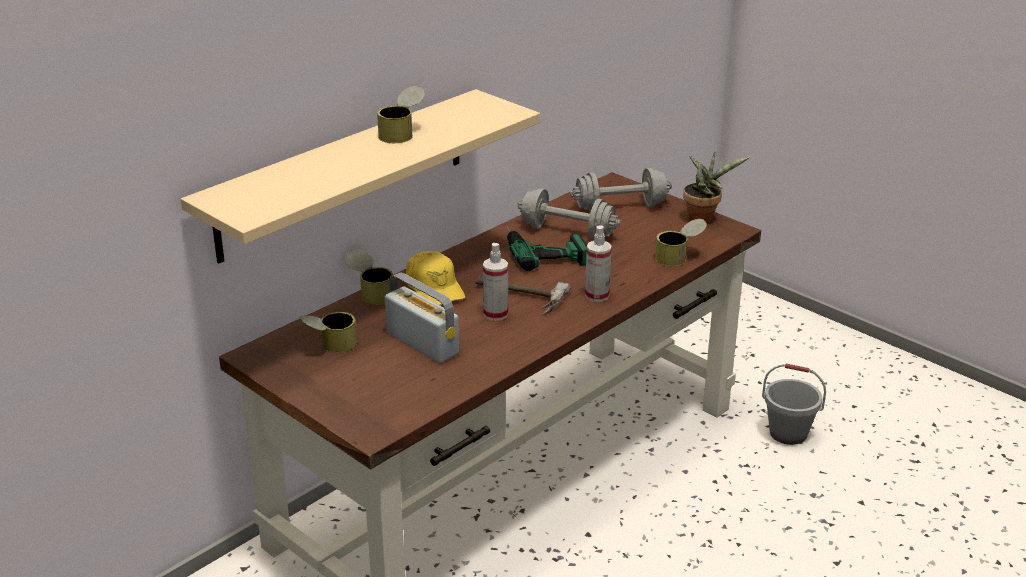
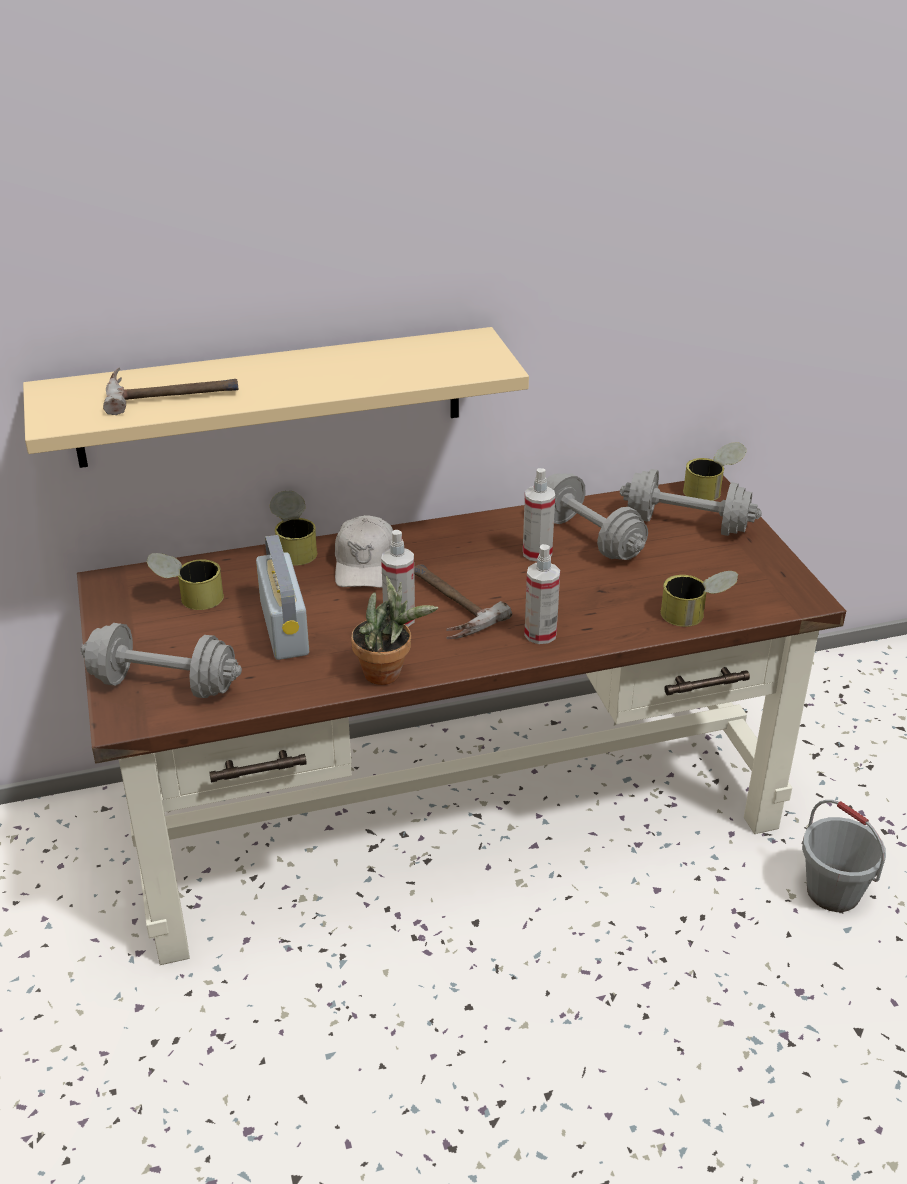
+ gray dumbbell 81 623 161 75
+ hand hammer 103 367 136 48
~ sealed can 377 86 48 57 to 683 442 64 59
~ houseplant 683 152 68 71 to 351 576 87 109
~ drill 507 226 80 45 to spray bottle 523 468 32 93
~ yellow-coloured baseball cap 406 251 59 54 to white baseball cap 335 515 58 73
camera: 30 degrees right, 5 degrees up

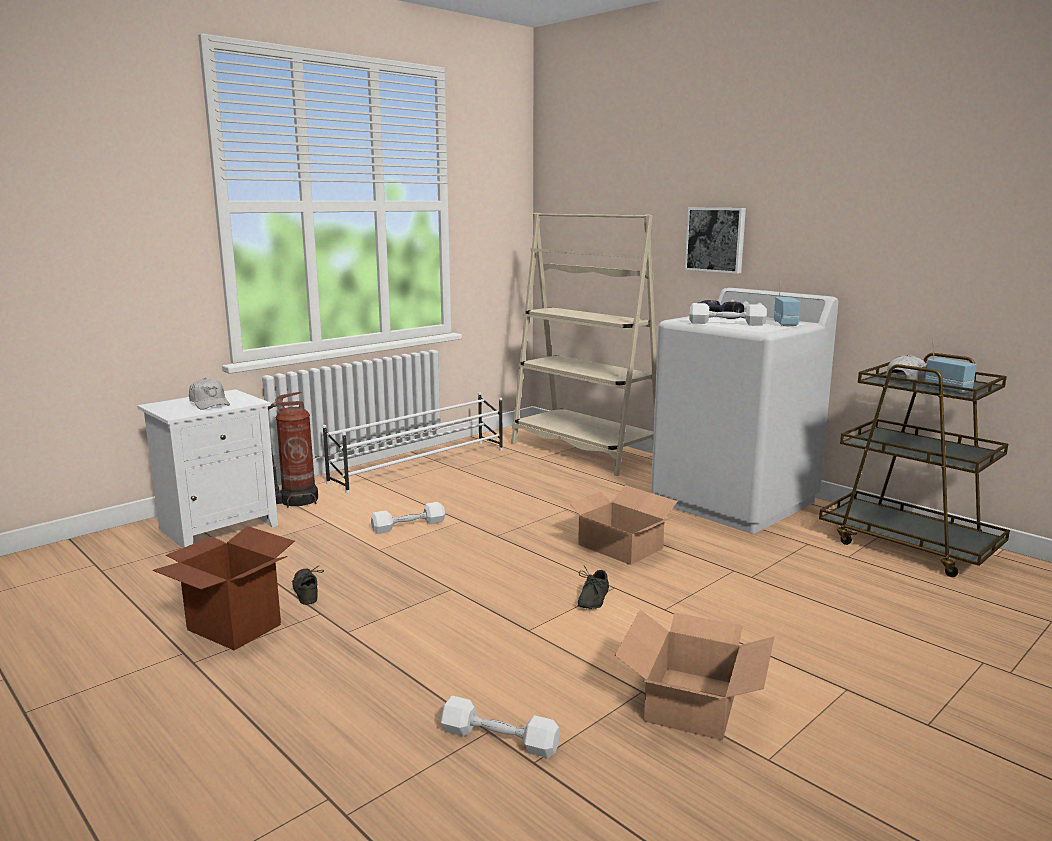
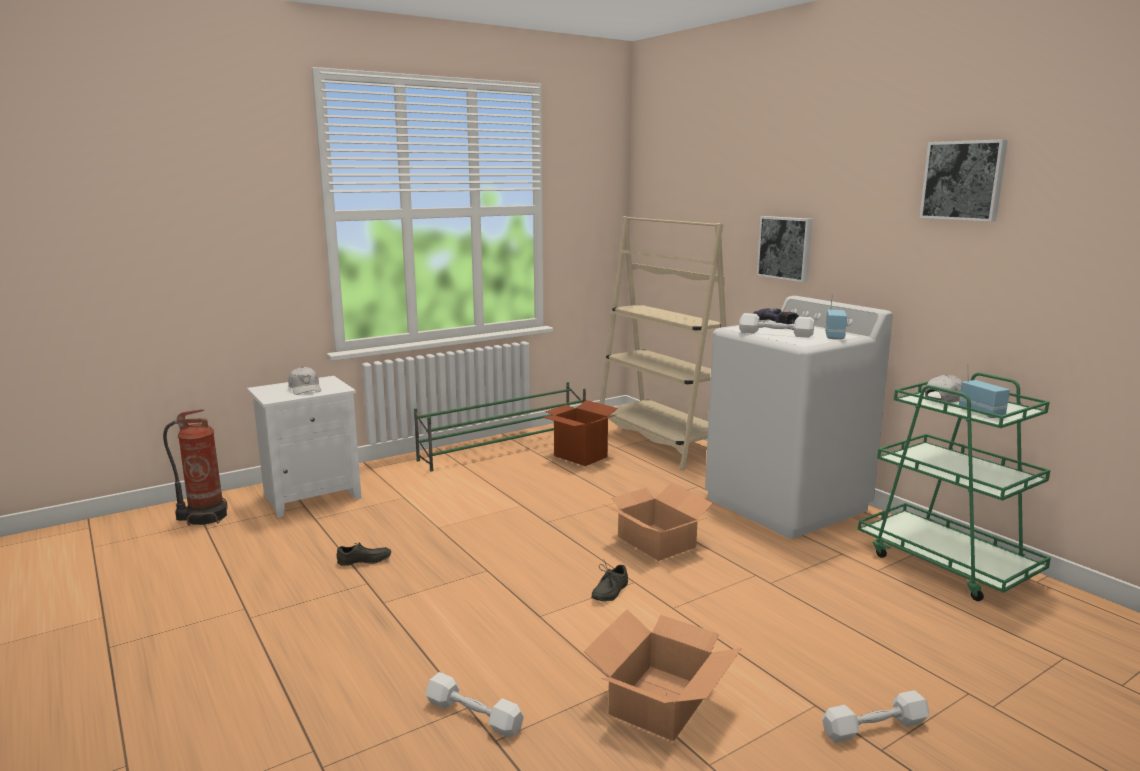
+ wall art 919 139 89 83
~ cardboard box 152 526 143 124 to 543 400 75 66
~ fire extinguisher 268 392 50 115 to 163 409 65 117
~ white dumbbell 371 502 74 32 to 822 690 108 53
~ white shoe shelf 323 392 180 102 to green shoe shelf 414 382 172 90
~ brown trolley 819 353 191 224 to green trolley 858 372 193 229
~ gray shoe 292 565 32 40 = 337 543 54 23 90 degrees clockwise
camera: 10 degrees right, 0 degrees up

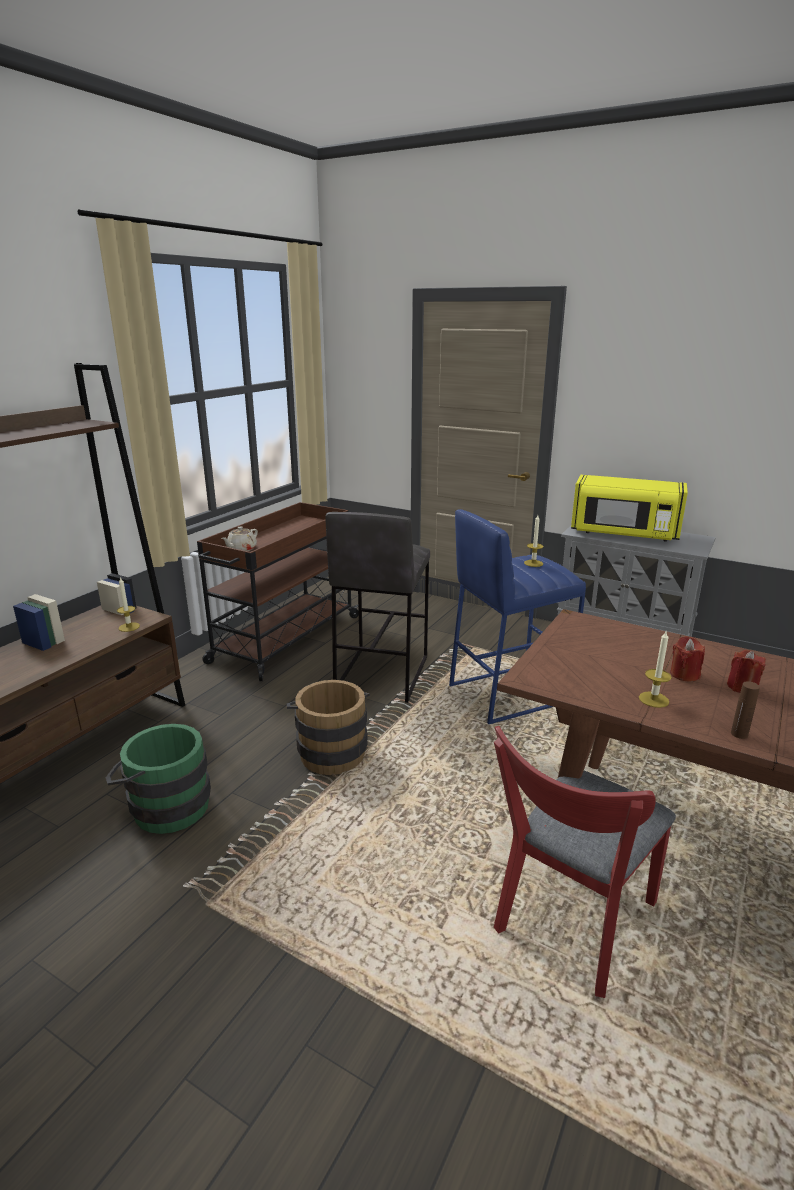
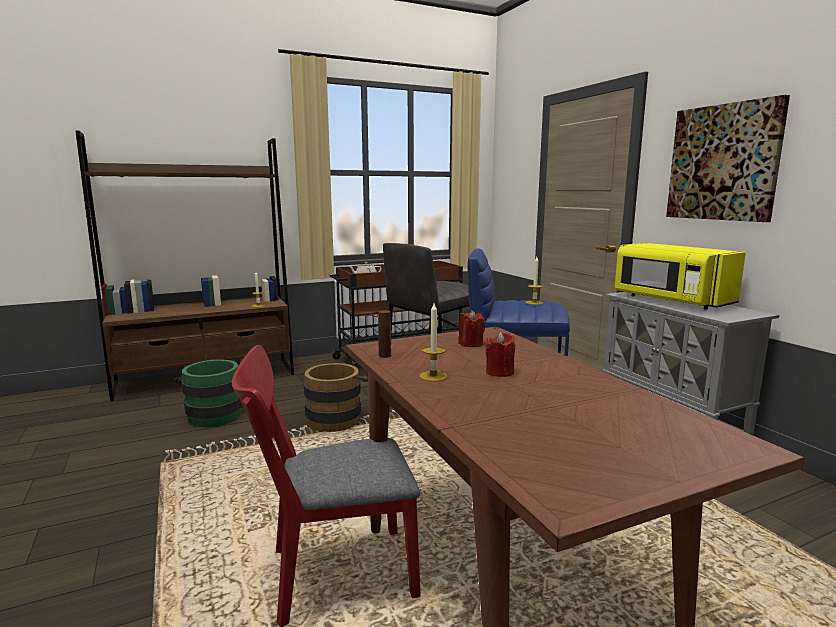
+ wall art 666 95 124 127
~ reddish wax light 727 650 39 43 to 458 310 28 37
~ brown beverage bottle 731 681 29 58 to 378 310 13 48
camera: 35 degrees right, 10 degrees down

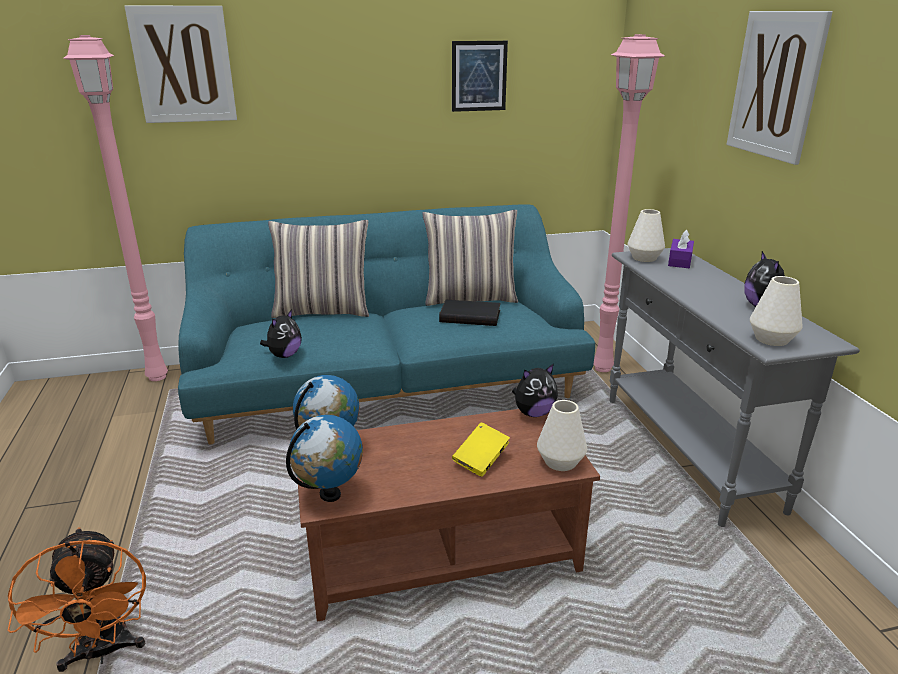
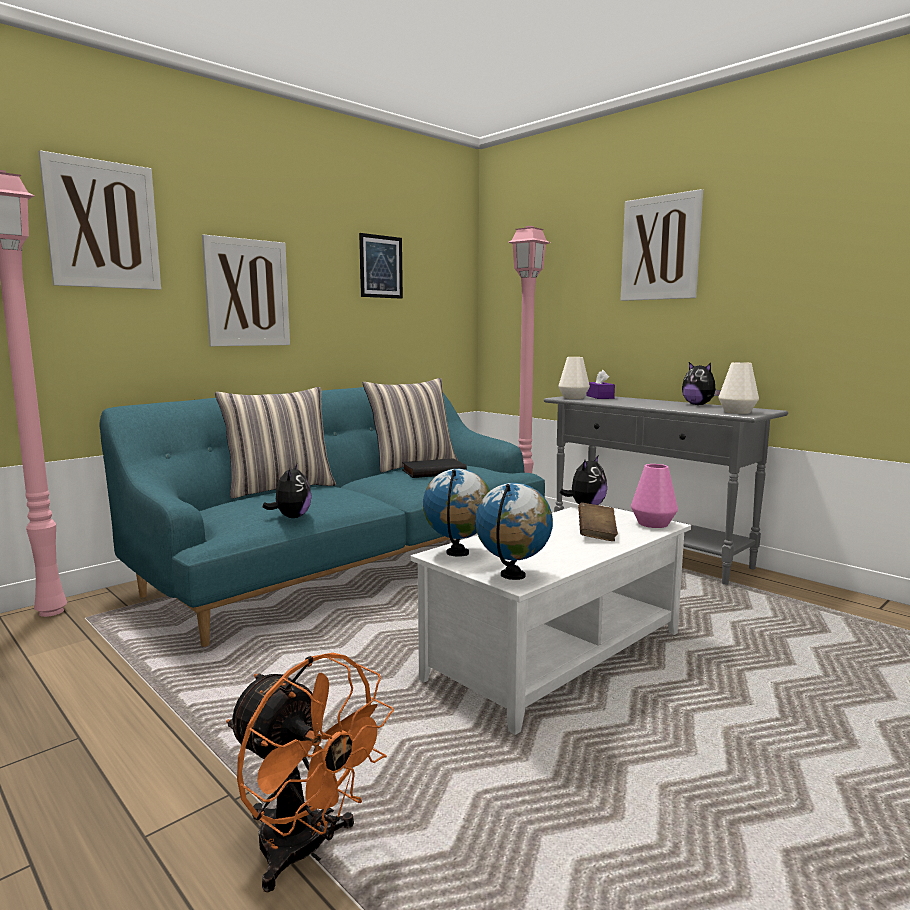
+ wall art 202 234 88 112
~ brown coffee table 297 409 303 213 to white coffee table 411 505 280 230
~ yellow-coloured book 452 422 58 55 to brown book 578 503 40 38
~ white vase 537 400 50 71 to pink vase 631 464 47 64
camera: 30 degrees left, 15 degrees down

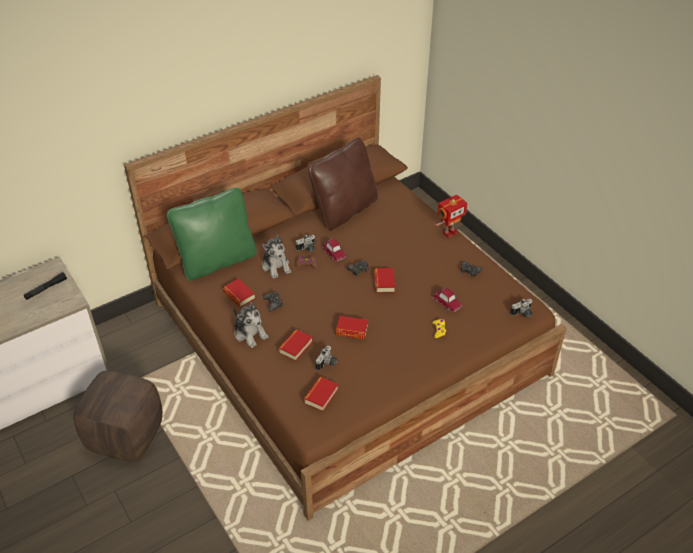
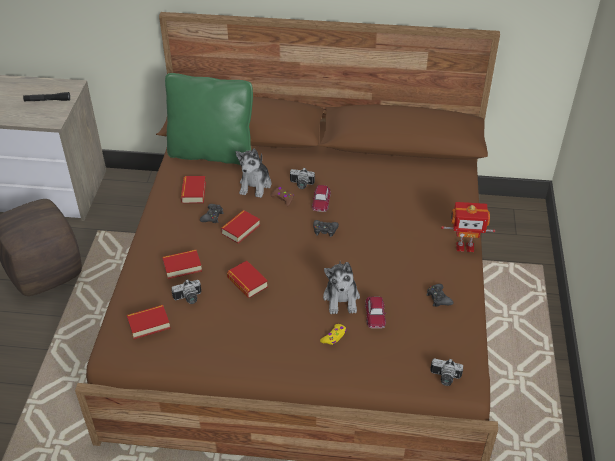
- brown throw pillow 308 138 70 93
~ plush toy 233 302 35 46 to 323 261 37 53
~ book 374 268 21 25 to 221 210 39 34
camera: 40 degrees right, 0 degrees up

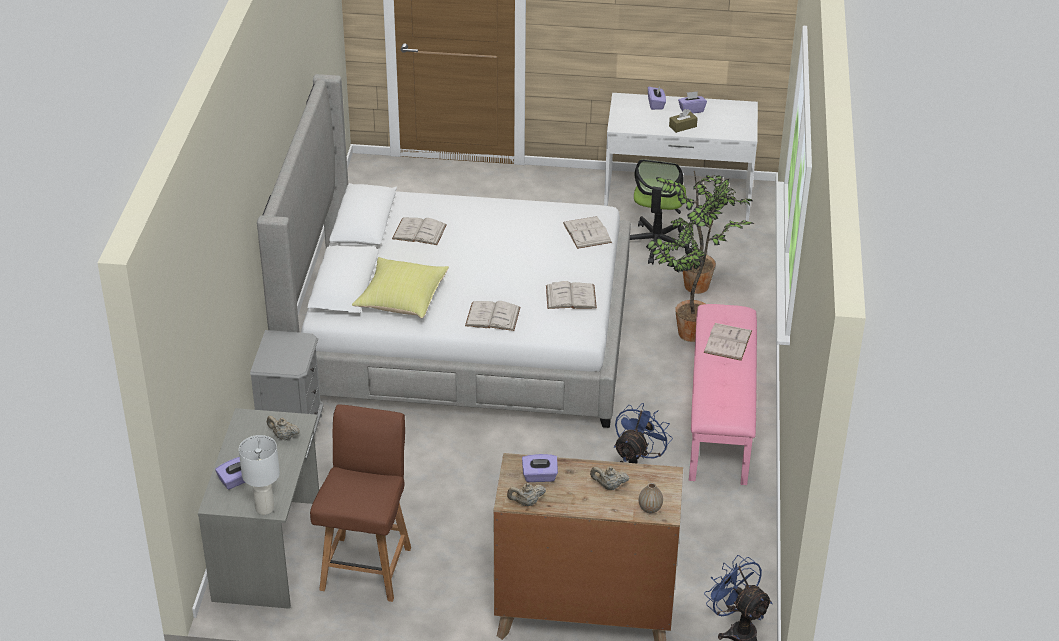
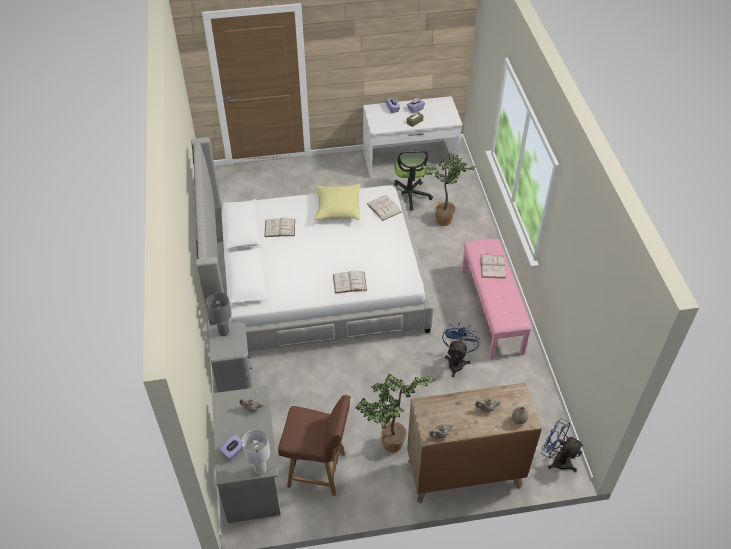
- purplish tissue box 522 454 36 28
- white book 546 281 51 28
+ gray table lamp 206 292 26 44
~ yellow-coloured throw pillow 352 257 97 61 to 314 184 46 36
~ houseplant 646 206 108 136 to 356 374 80 79
~ brown upright chair 310 404 101 198 = 278 395 72 101 105 degrees clockwise
camera: 15 degrees left, 10 degrees up

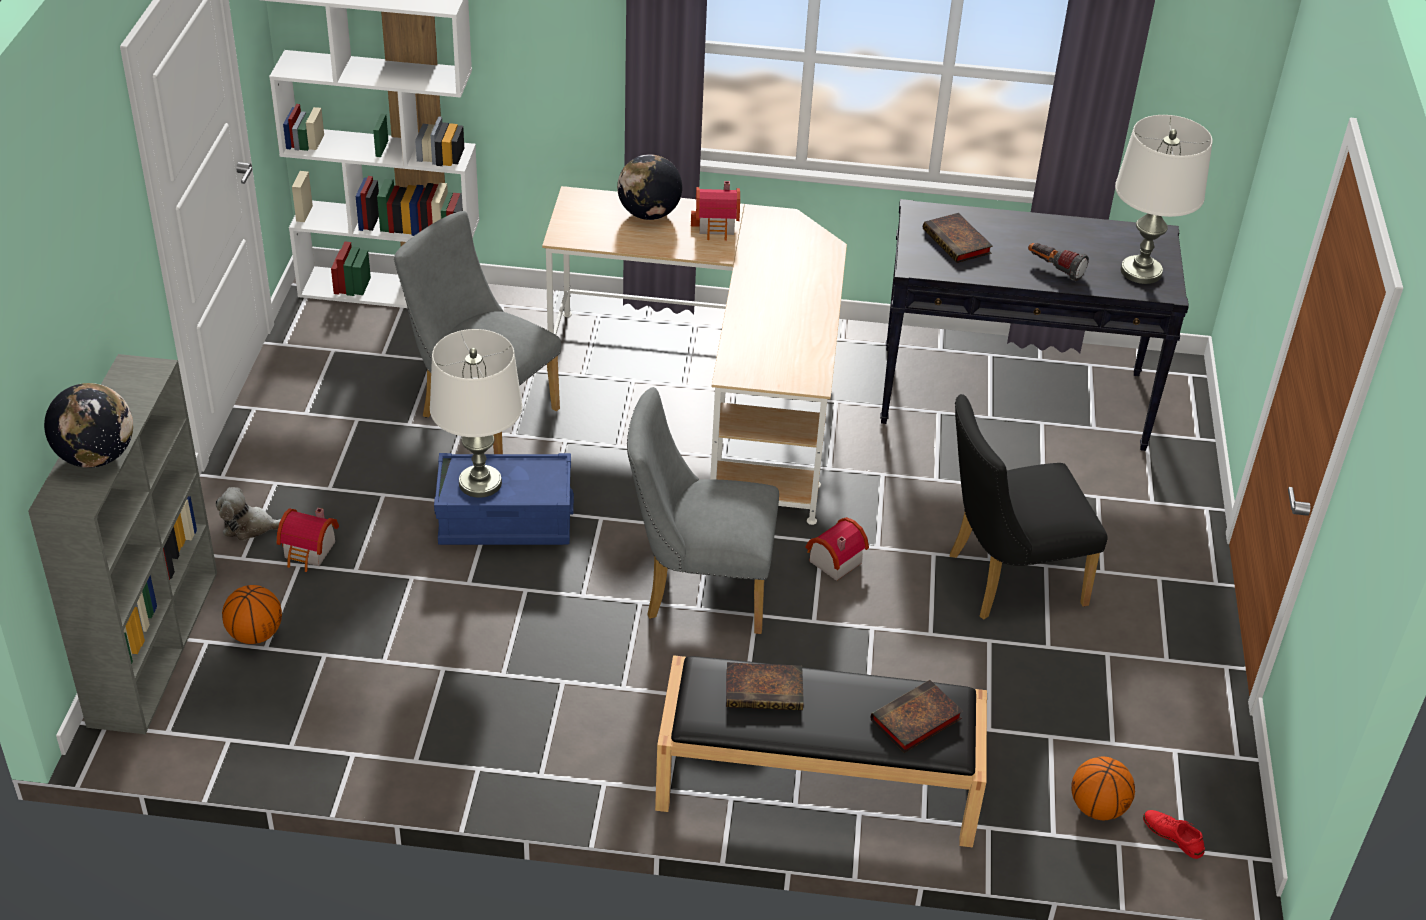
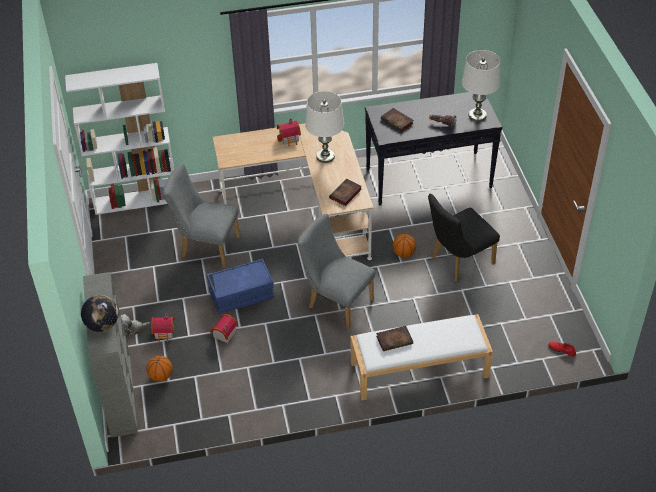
- world globe 617 154 65 66
~ white table lamp 430 329 93 169 to 305 91 39 72
~ model house 806 517 63 64 to 210 314 28 29
~ book 870 680 93 73 to 329 179 33 27
~ basketball 1071 757 64 63 to 393 234 23 24
~ black long seat 655 655 332 192 to white long seat 351 314 142 87
~ gray upright chair 627 387 152 247 = 298 214 77 115 45 degrees clockwise
camera: 15 degrees left, 5 degrees up

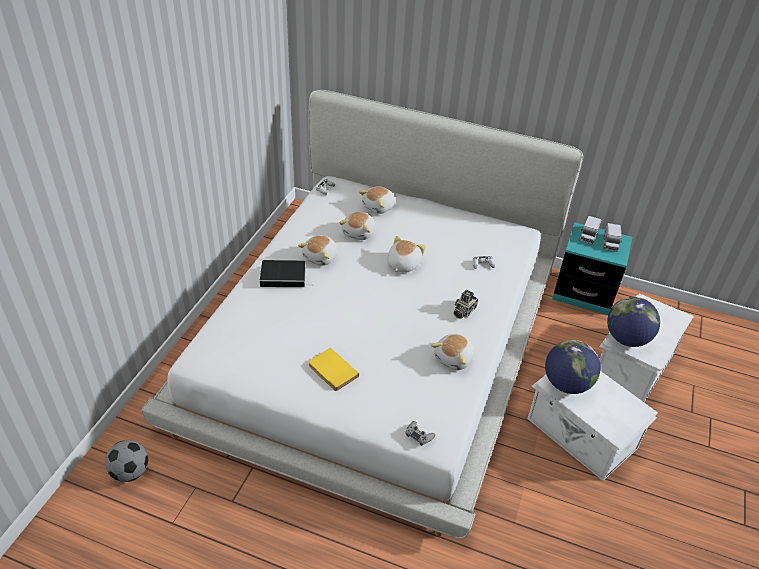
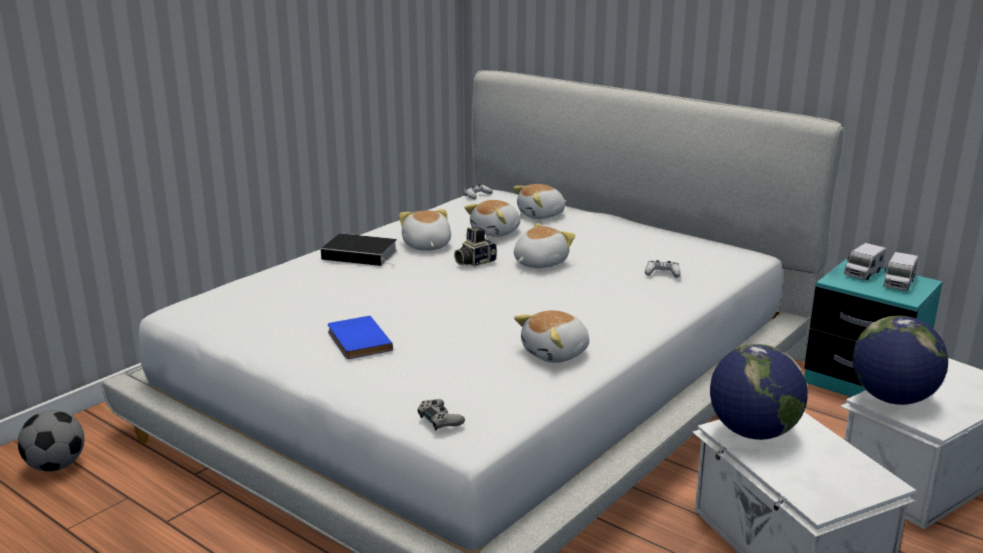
~ still camera 453 290 25 29 to 454 227 43 40
~ yellow-coloured book 309 348 50 43 to blue book 328 316 65 43
~ plush toy 298 235 40 31 = 399 209 52 42 120 degrees clockwise
camera: 20 degrees right, 20 degrees down

